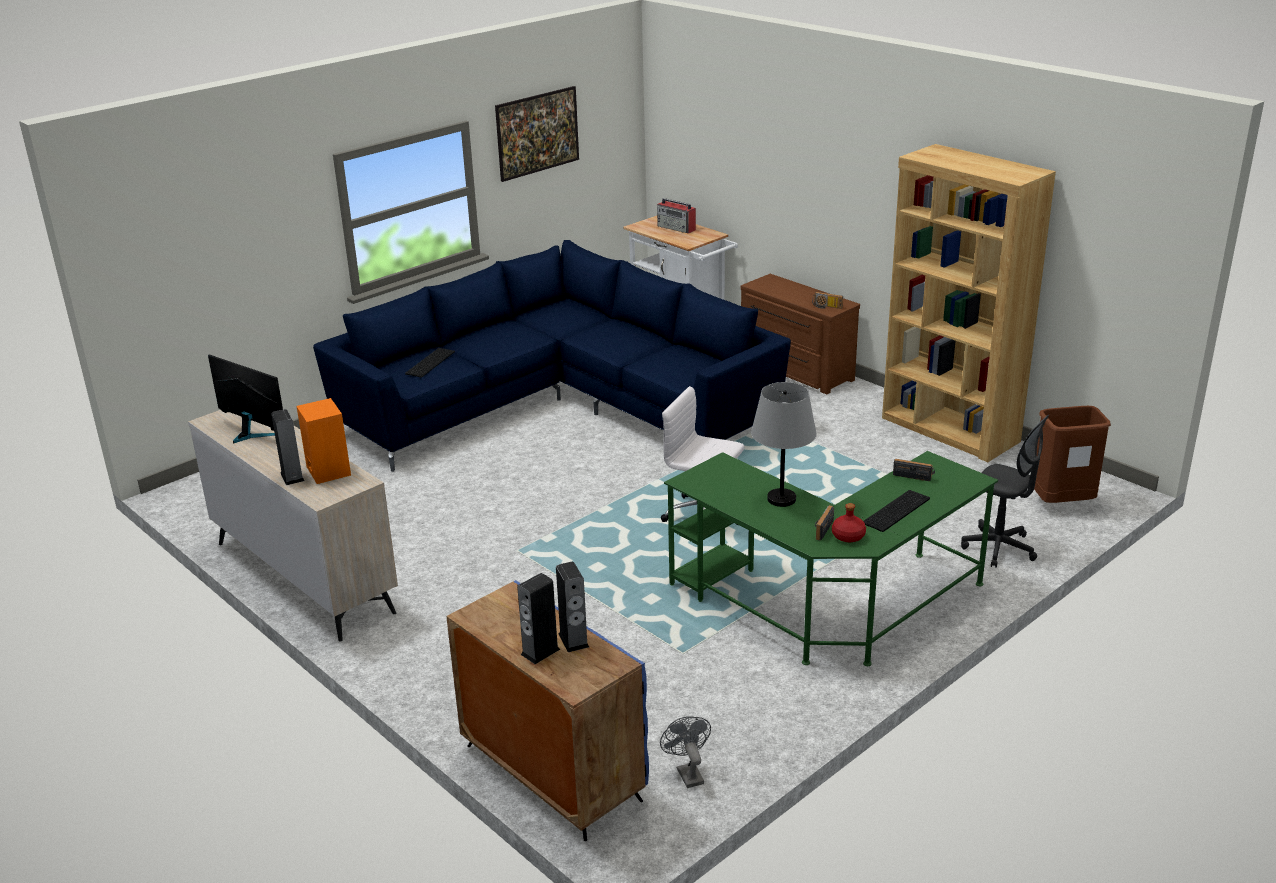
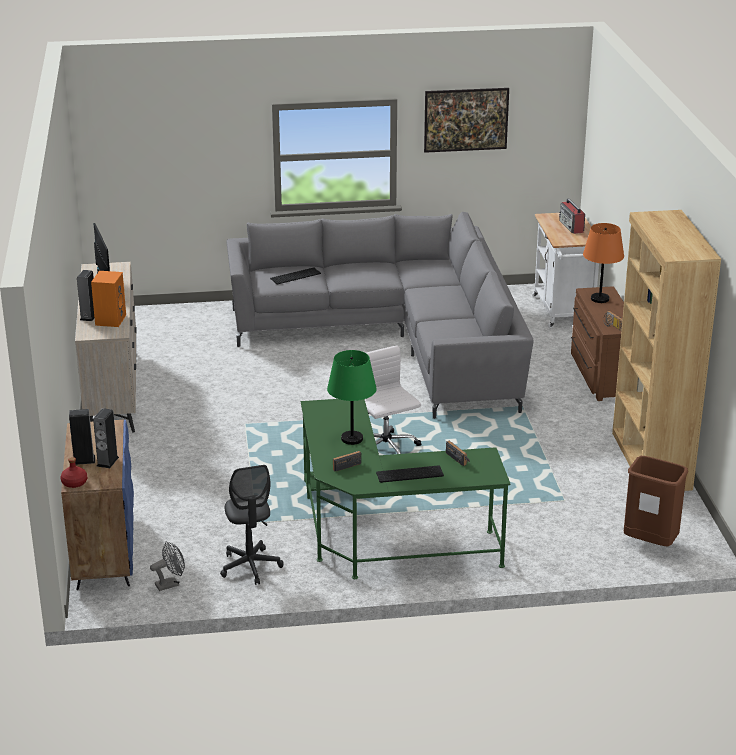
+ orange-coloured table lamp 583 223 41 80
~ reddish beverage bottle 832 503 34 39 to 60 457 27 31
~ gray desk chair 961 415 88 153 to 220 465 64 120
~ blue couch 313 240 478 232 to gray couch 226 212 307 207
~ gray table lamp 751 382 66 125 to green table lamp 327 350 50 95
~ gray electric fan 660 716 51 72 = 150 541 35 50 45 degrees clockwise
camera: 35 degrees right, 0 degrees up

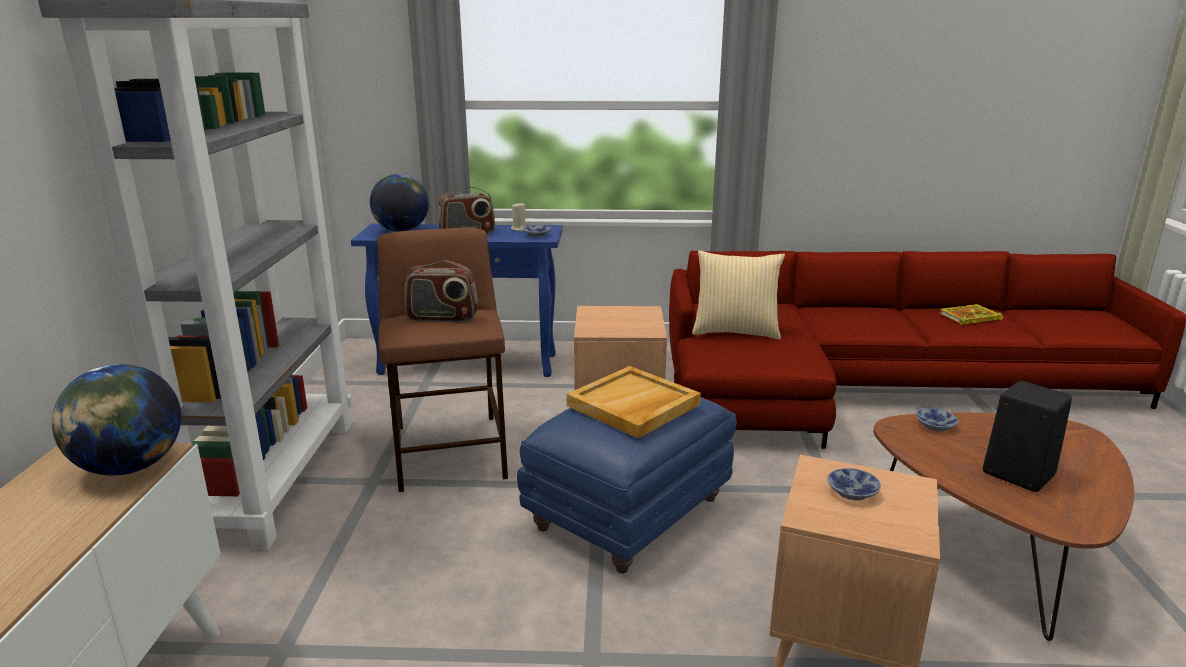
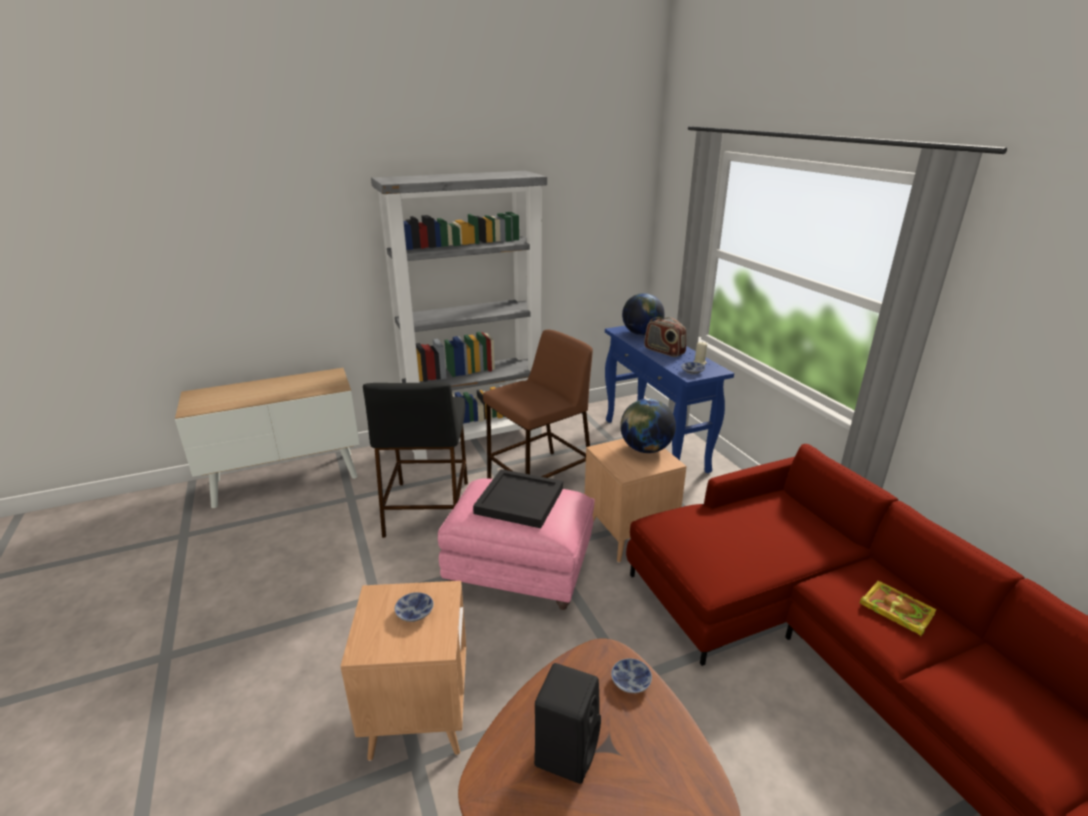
- radio set 405 260 73 62
- throw pillow 692 251 93 89
+ black sitting stool 363 382 105 156
~ world globe 52 364 129 112 to 620 399 56 54
~ book 940 304 63 21 to 860 581 76 55
~ blue ottoman 517 397 220 177 to pink ottoman 438 478 157 132
~ beige-coloured tray 567 366 134 72 to black tray 473 469 90 59
camera: 65 degrees right, 5 degrees up

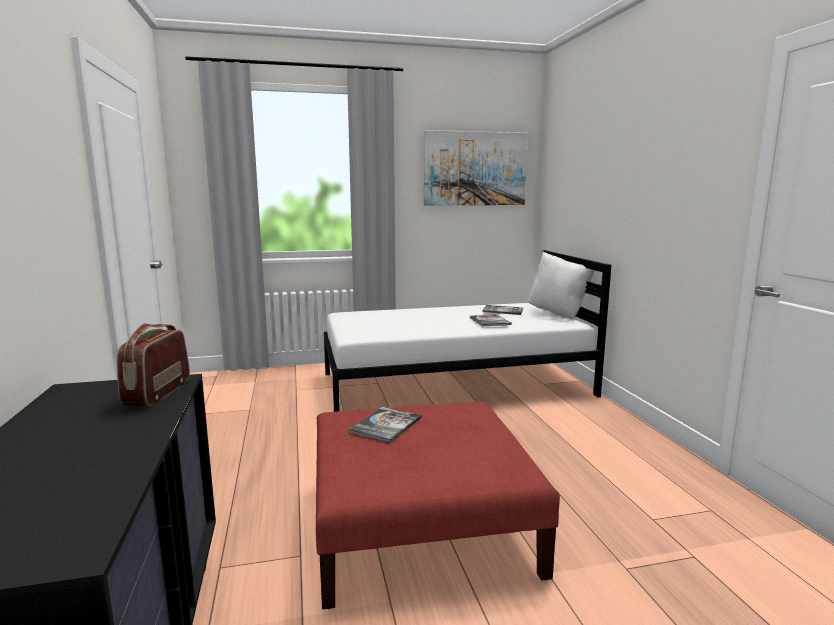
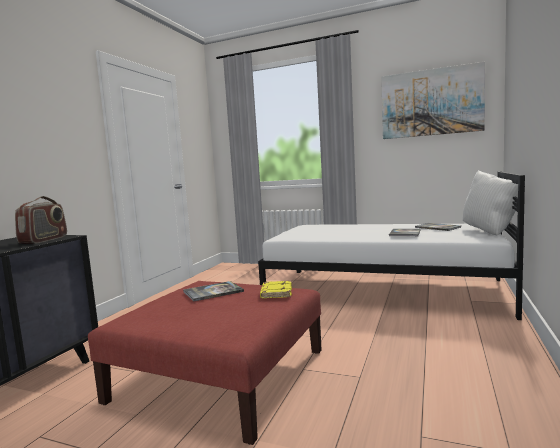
+ yellow-coloured book 260 281 32 17
~ radio set 117 323 73 83 = 15 196 52 48 150 degrees clockwise
camera: 35 degrees right, 5 degrees down

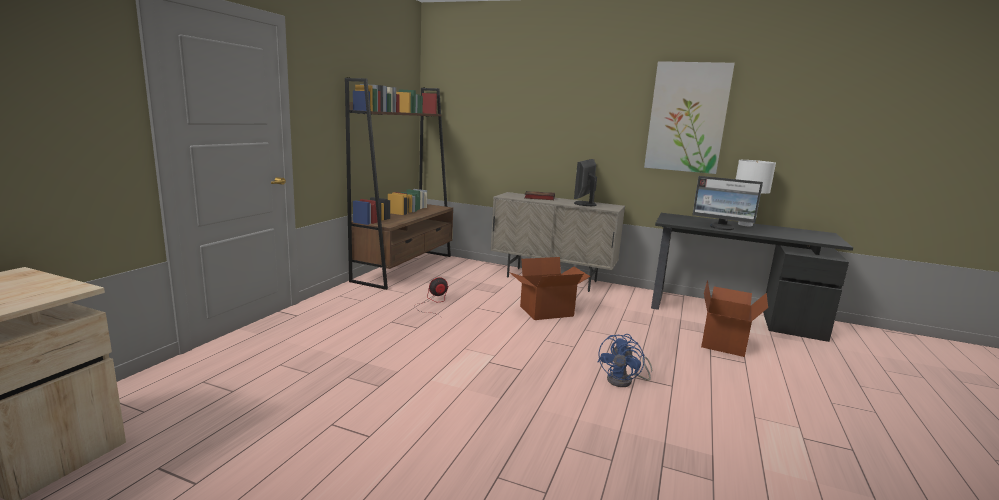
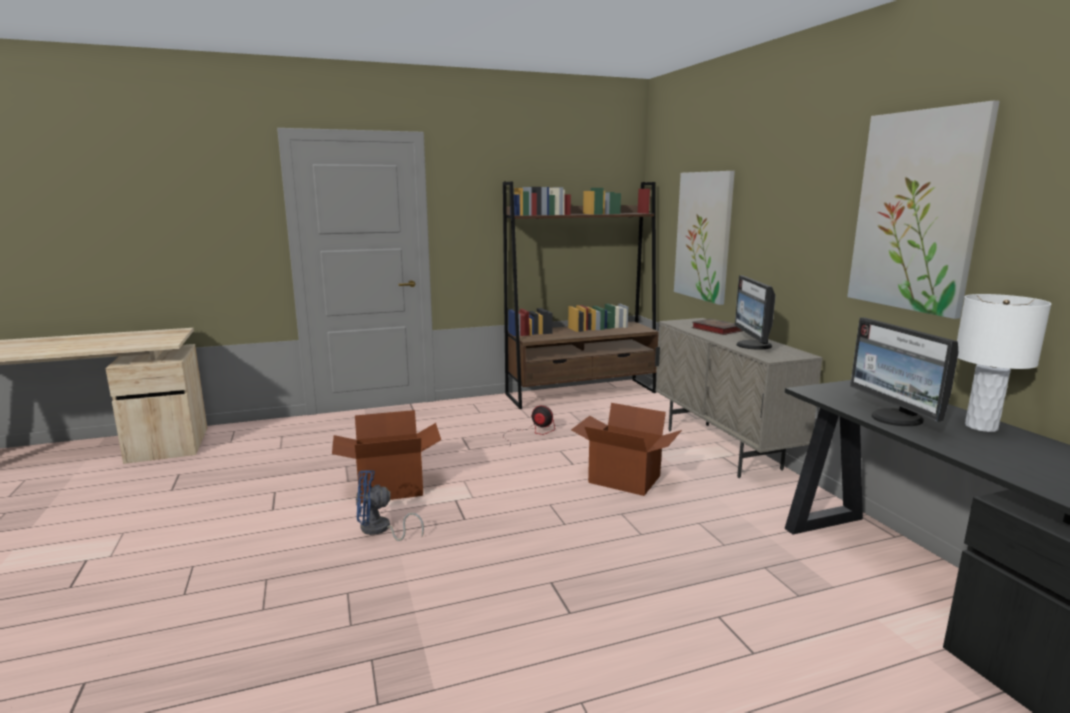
+ wall art 674 171 61 134
~ blue electric fan 598 334 54 53 to 356 470 68 71
~ cardboard box 701 280 67 77 to 332 410 109 93
~ computer display 574 159 23 47 = 735 275 41 75 75 degrees counterclockwise
camera: 50 degrees right, 0 degrees up

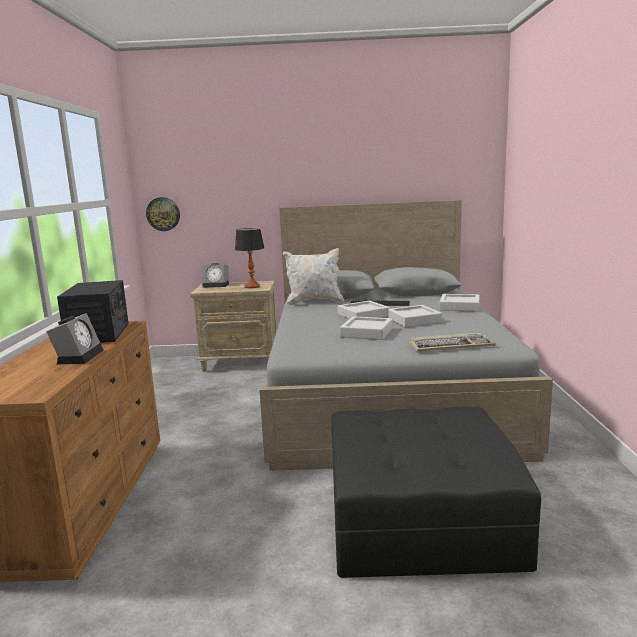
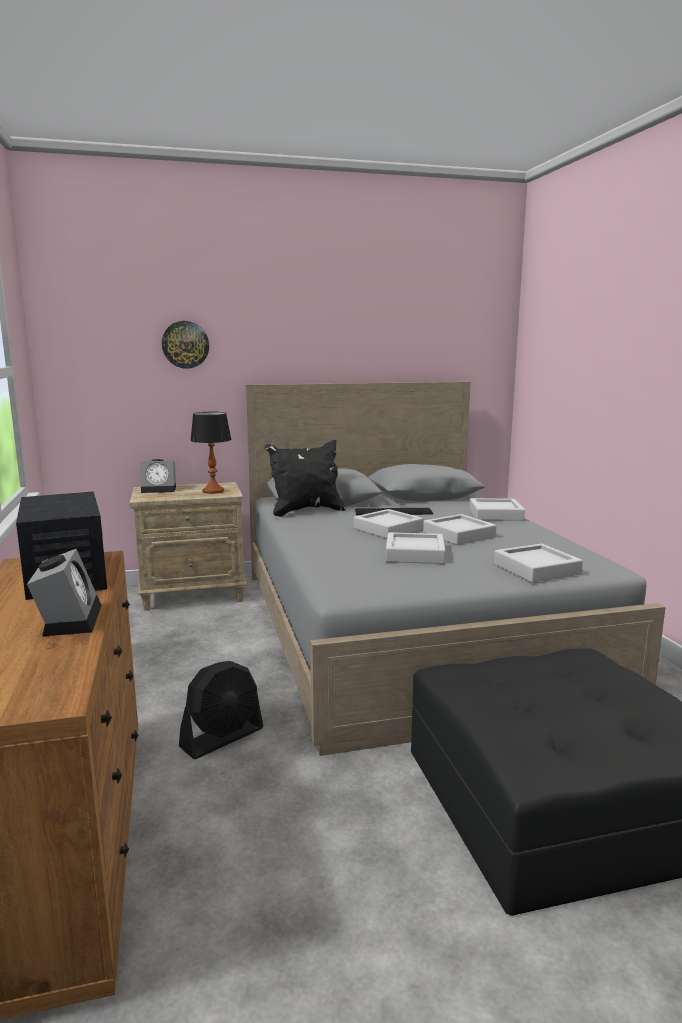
+ black electric fan 179 661 84 98
~ clock on the wall 146 197 34 34 to 162 321 47 48
~ computer keyboard 409 333 87 18 to gray tray 494 544 89 39
~ white throw pillow 282 248 62 57 to black throw pillow 265 440 80 77
camera: 15 degrees left, 0 degrees up

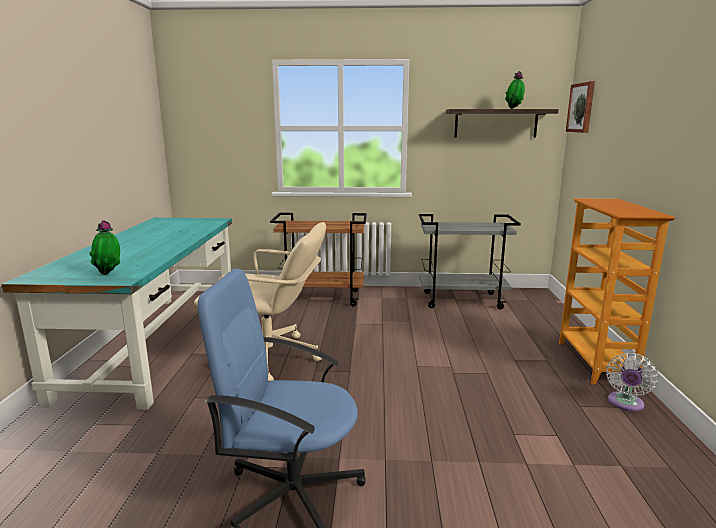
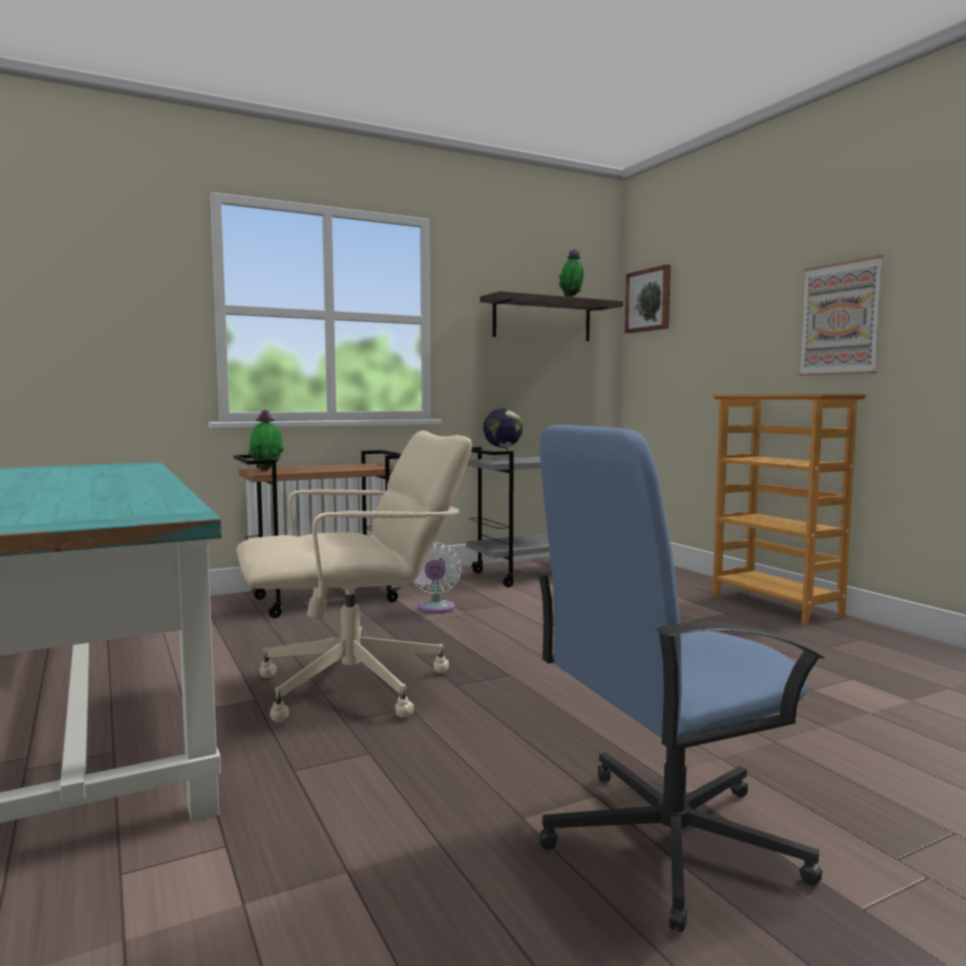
+ world globe 483 408 40 52
+ wall art 799 255 84 121
~ houseplant 89 220 31 55 to 249 409 35 62
~ white electric fan 606 353 52 58 to 413 543 49 70
camera: 30 degrees left, 10 degrees down

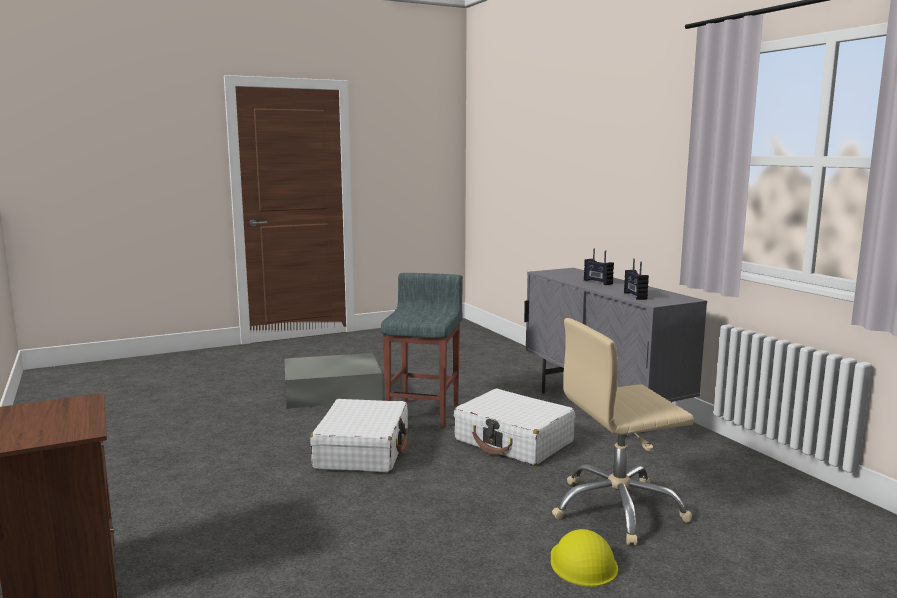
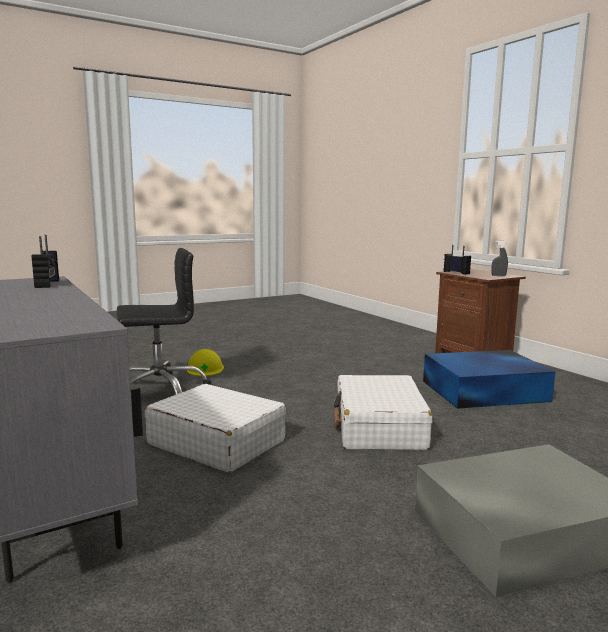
- gray sitting stool 381 273 82 155
+ blue storage box 423 350 133 59
+ gray spray bottle 491 241 17 35
~ radio set 584 249 30 36 to 443 245 28 30
~ beige-coloured desk chair 552 318 142 227 to black desk chair 117 248 94 147
camera: 175 degrees right, 0 degrees up

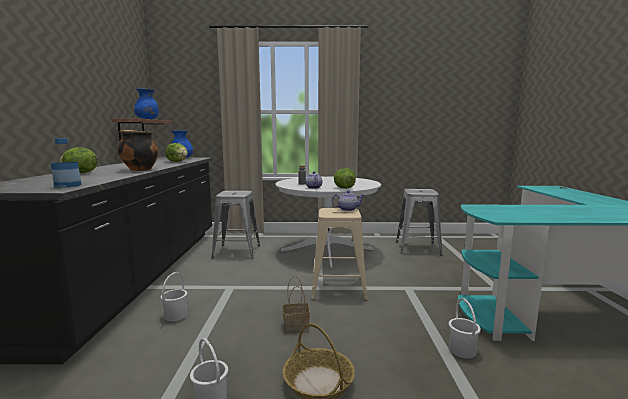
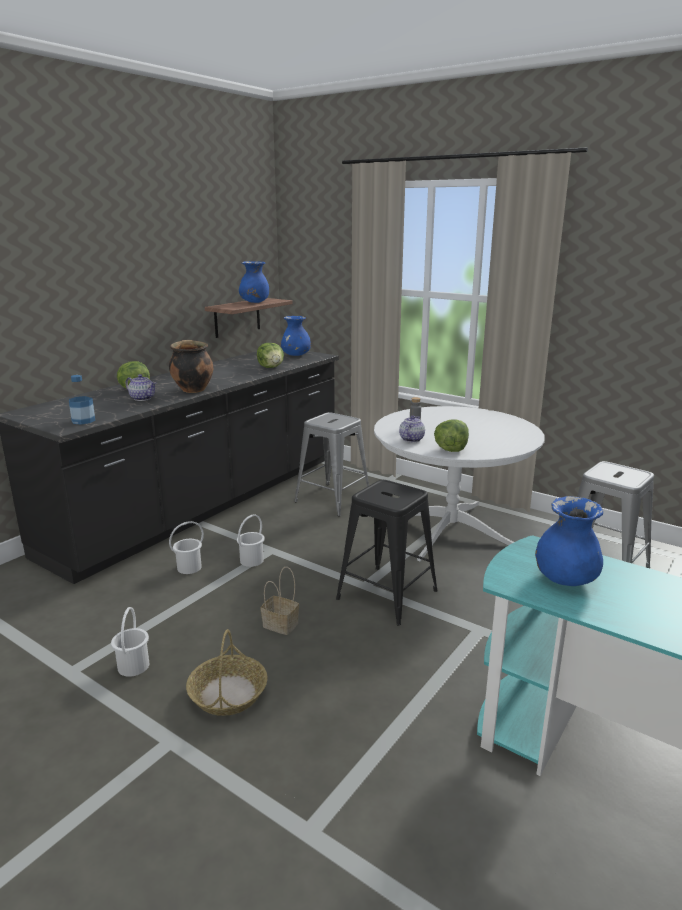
+ blue vase 535 496 68 90
~ tea pot 332 190 32 21 to 126 374 30 27
~ white bucket 448 298 33 60 to 237 514 28 53
~ beige-coloured sitting stool 311 208 57 92 to black sitting stool 336 480 102 146
camera: 35 degrees right, 10 degrees up

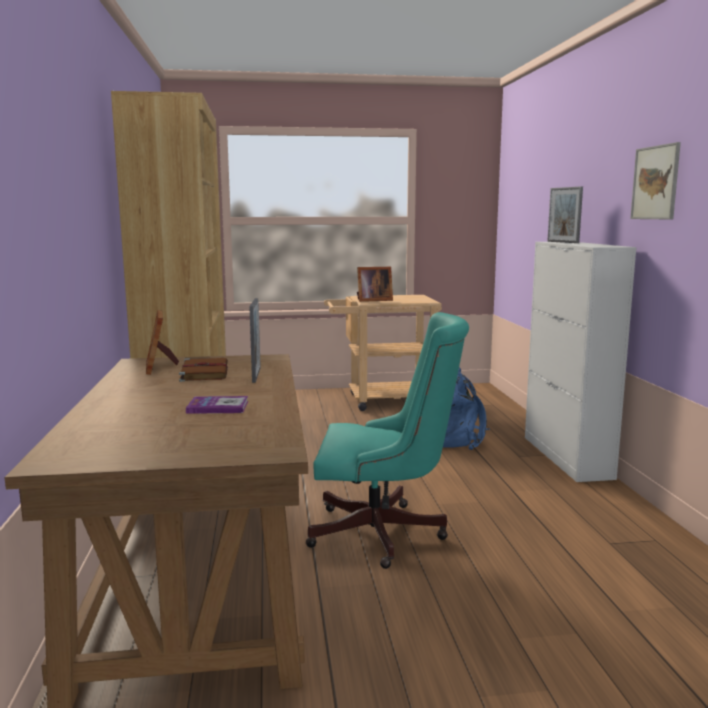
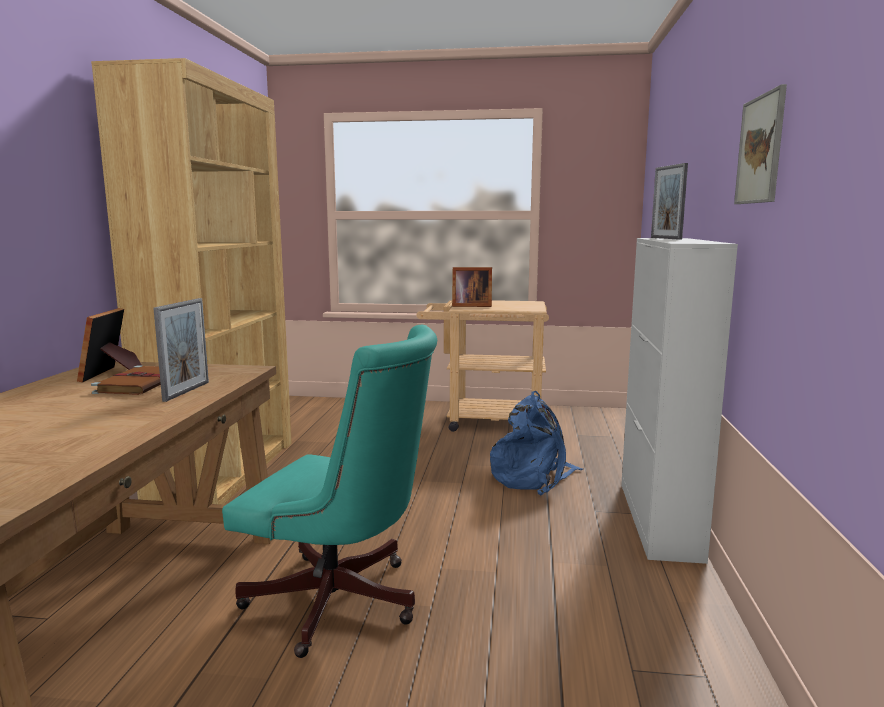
- book 186 396 62 18
camera: 15 degrees right, 0 degrees up

